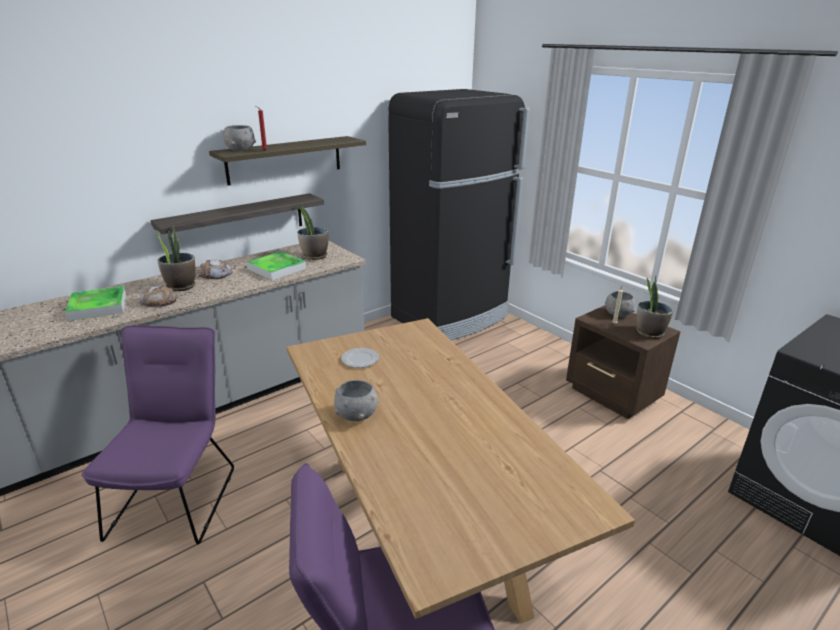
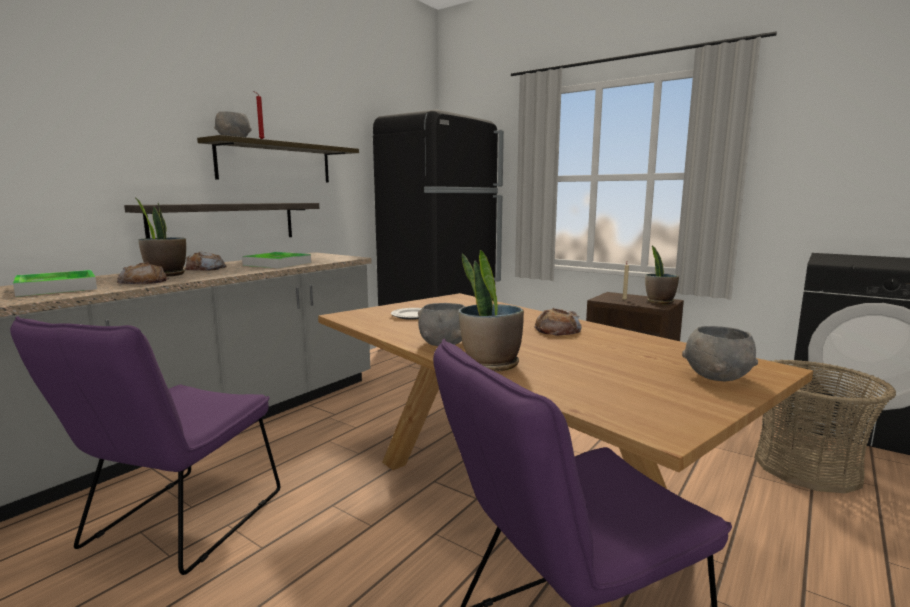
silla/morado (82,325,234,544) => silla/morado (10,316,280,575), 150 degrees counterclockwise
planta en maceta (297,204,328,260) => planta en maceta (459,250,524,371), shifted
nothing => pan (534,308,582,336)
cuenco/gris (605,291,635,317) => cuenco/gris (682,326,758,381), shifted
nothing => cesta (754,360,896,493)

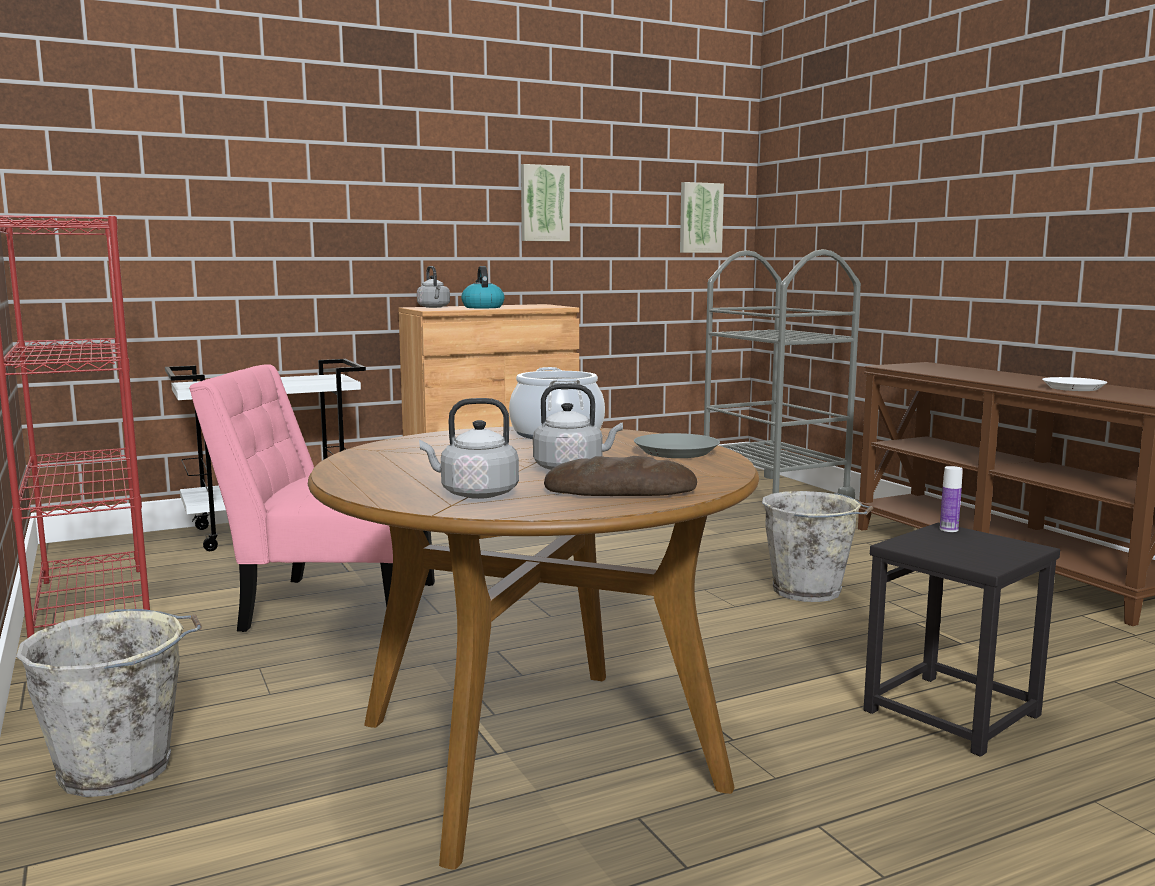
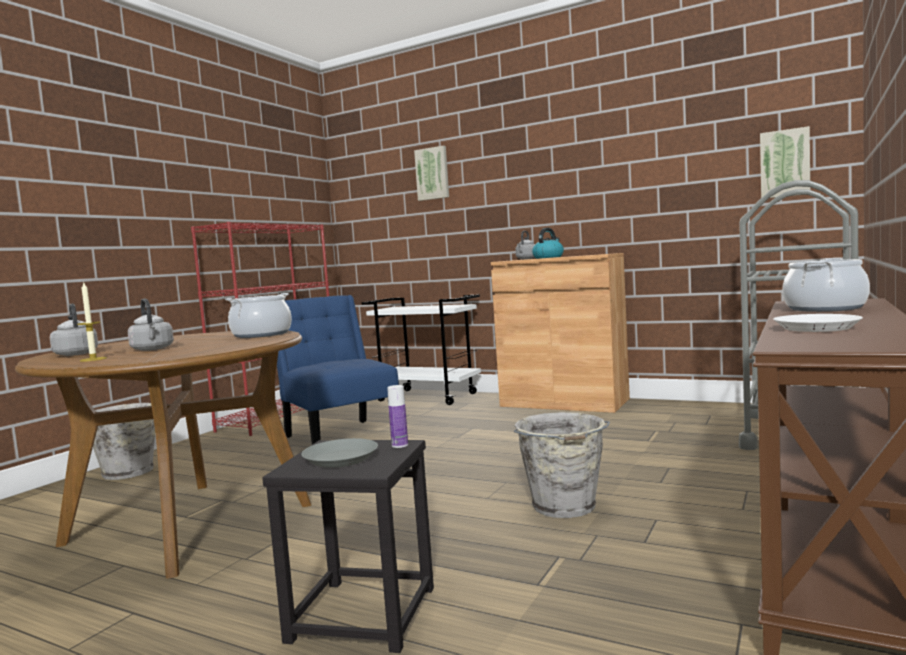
pan (544,456,697,496) => vela (77,283,107,362)
silla/rosa (189,364,435,632) => silla/azul (277,295,399,444)
plato/gris (634,433,720,458) => plato/gris (302,438,378,468), shifted
cuadro (521,164,570,241) => cuadro (414,145,449,201), shifted
nothing => olla (782,258,870,312)

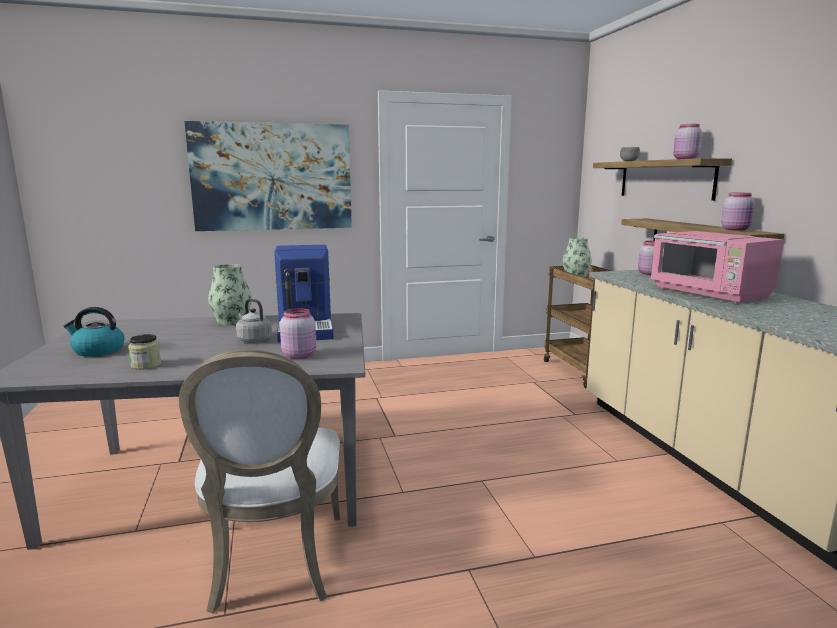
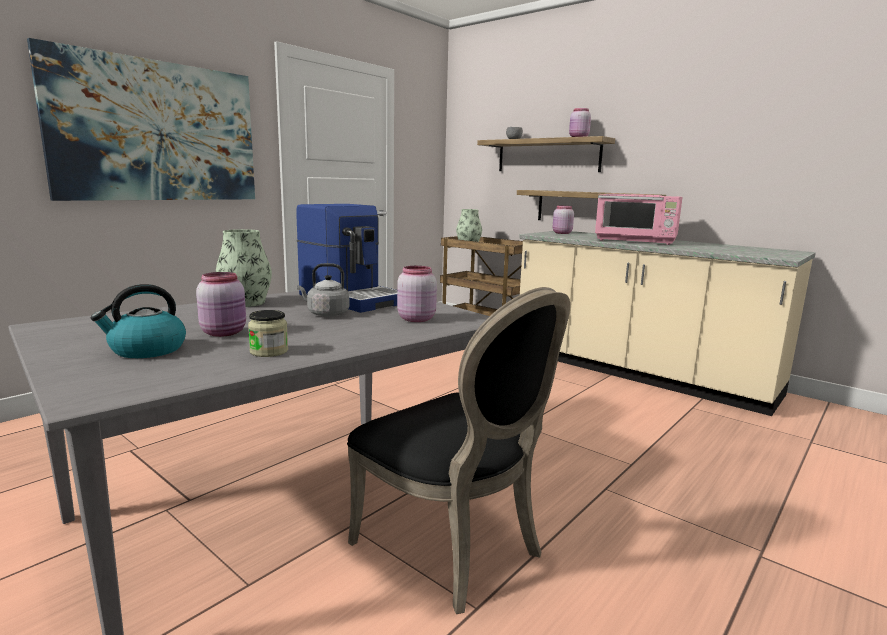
tarro/rosa (721,193,755,231) => tarro/rosa (196,272,246,337), shifted
silla/blanco (179,349,340,613) => silla/negro (347,287,570,614)

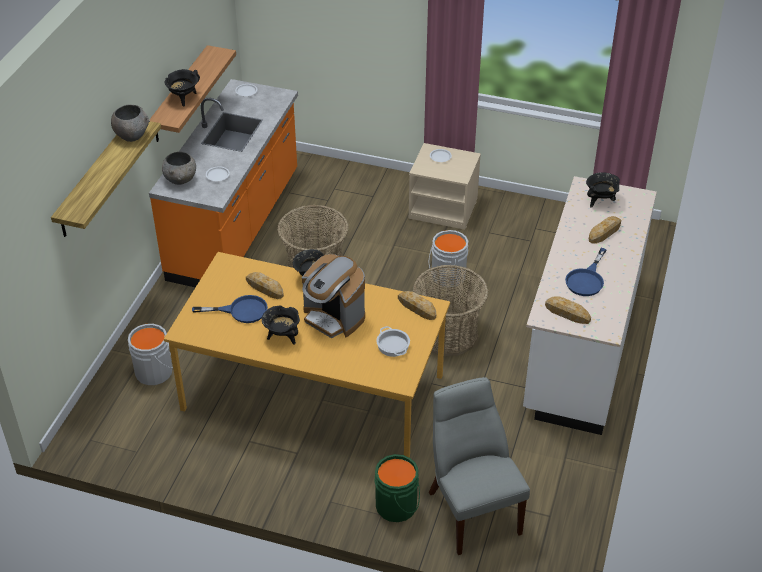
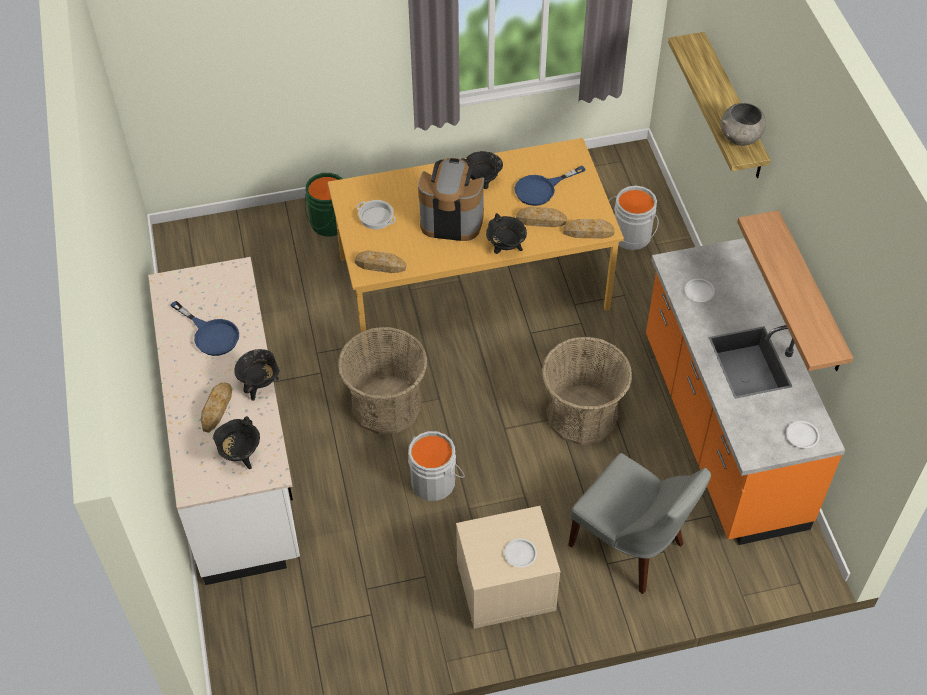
sartén/azul (565,248,607,296) => sartén/azul (171,301,239,356), 135 degrees clockwise
olla/negro (164,69,200,106) => olla/negro (234,349,280,401), shifted
pan (545,297,591,324) => pan (563,219,614,239), shifted
silla/gris (429,377,530,555) => silla/gris (568,453,711,594), shifted
cuenco/gris (162,152,196,185) => nothing

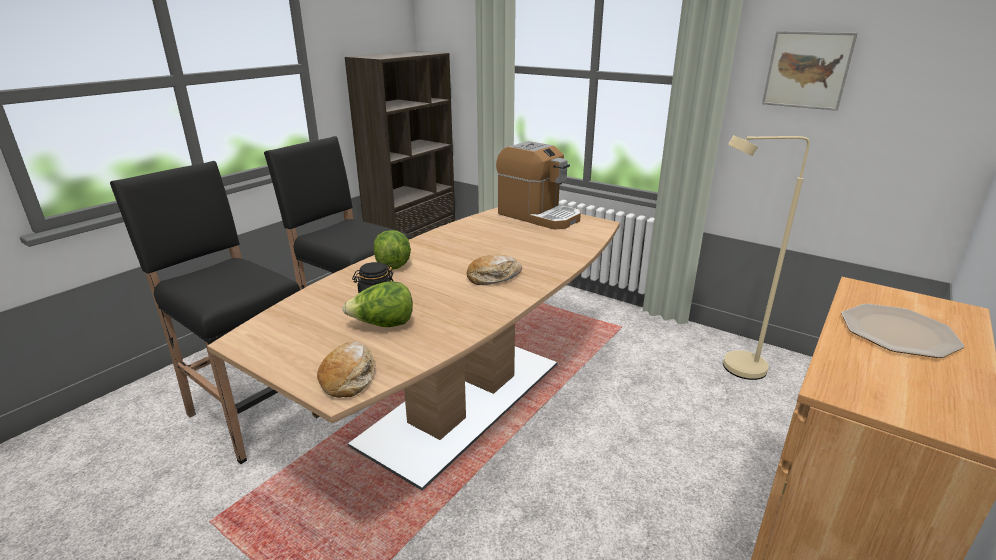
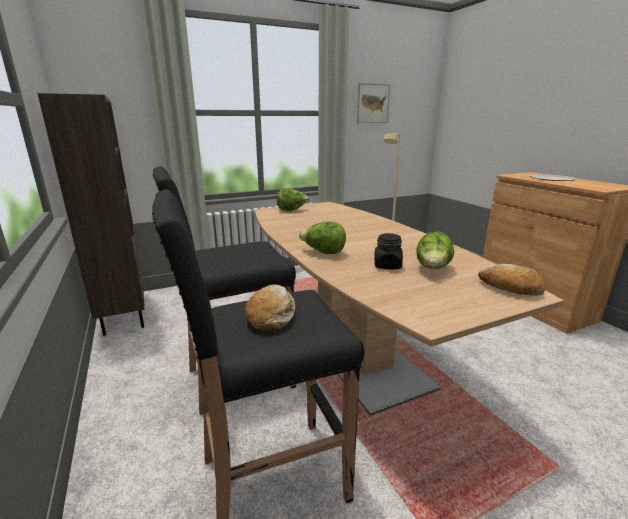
pan (467,254,522,285) => pan (245,284,295,331), shifted
cafetera (496,141,581,230) => lechuga (277,188,309,211)

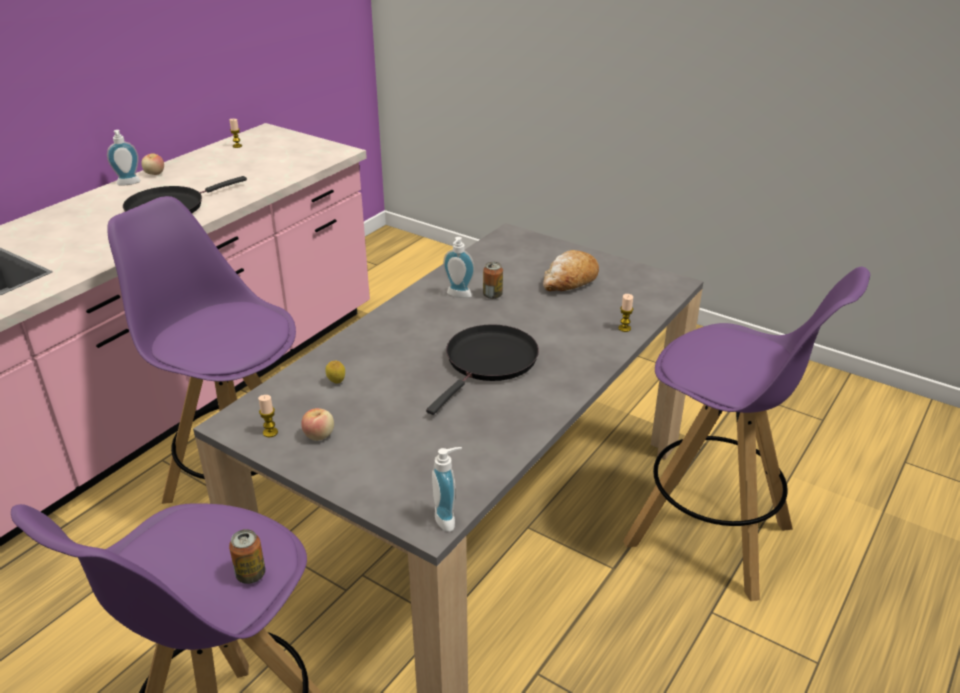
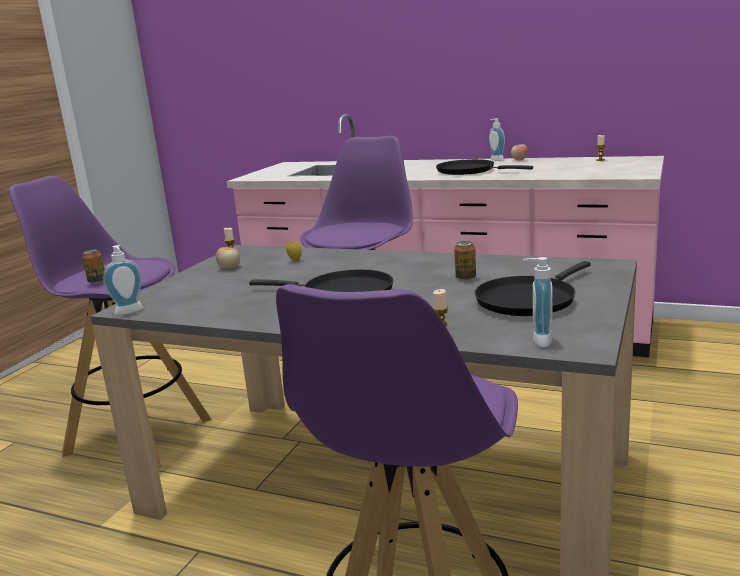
pan (543,250,599,291) => sartén/negro (475,261,591,316)
dispensador de jabón (443,237,475,298) => dispensador de jabón (523,257,553,347), shifted

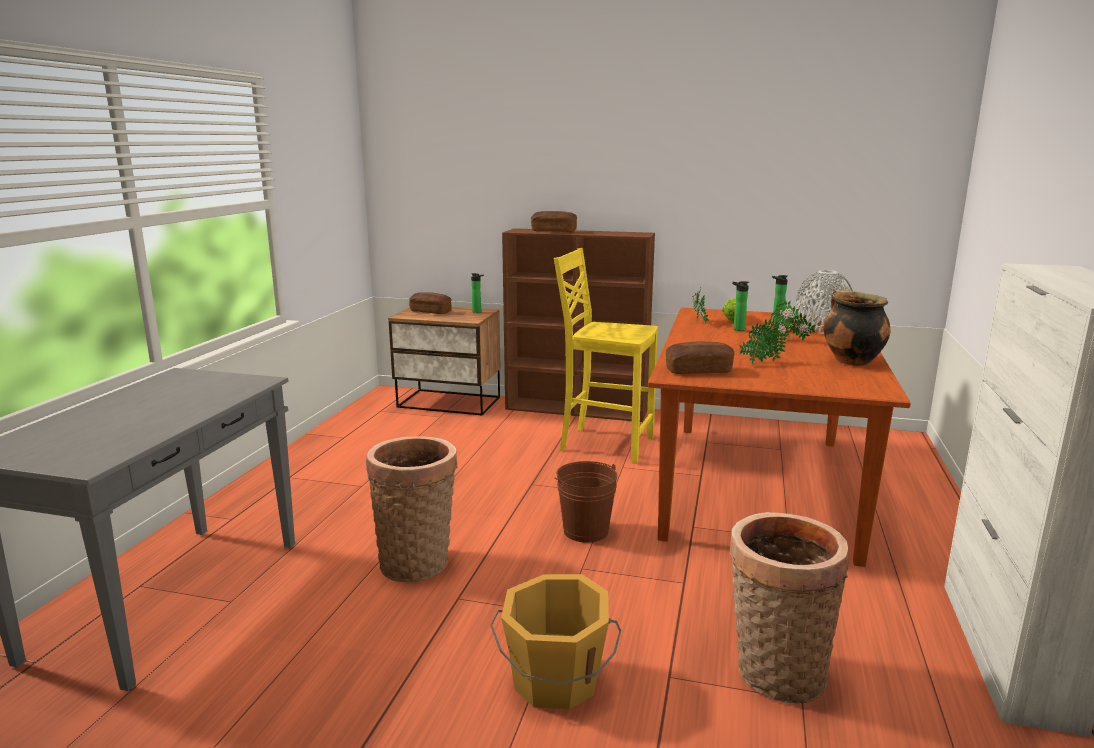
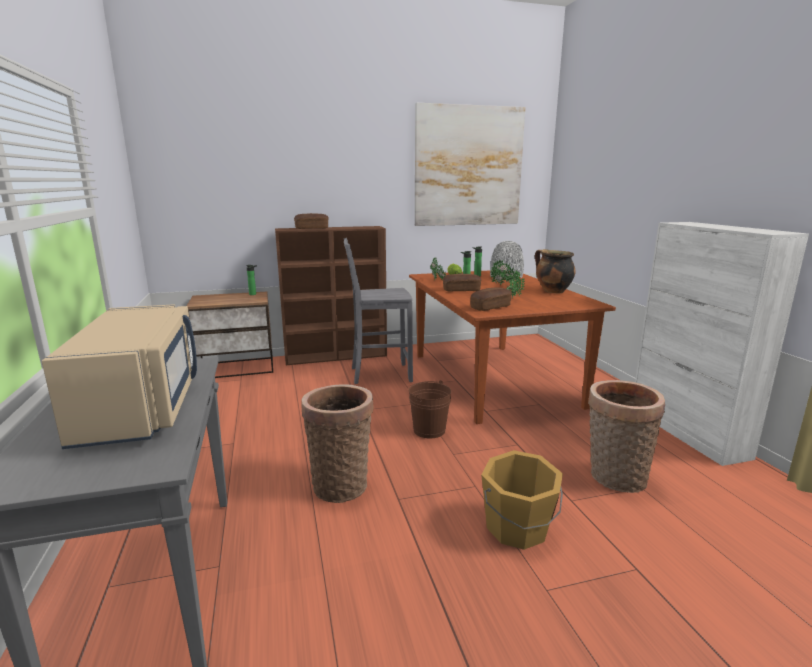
nothing => microondas/beis (42,304,197,449)
silla/amarillo (554,248,658,464) => silla/gris (344,238,413,384)
nothing => cuadro (415,103,526,226)
pan (409,292,451,314) => pan (443,274,481,292), shifted

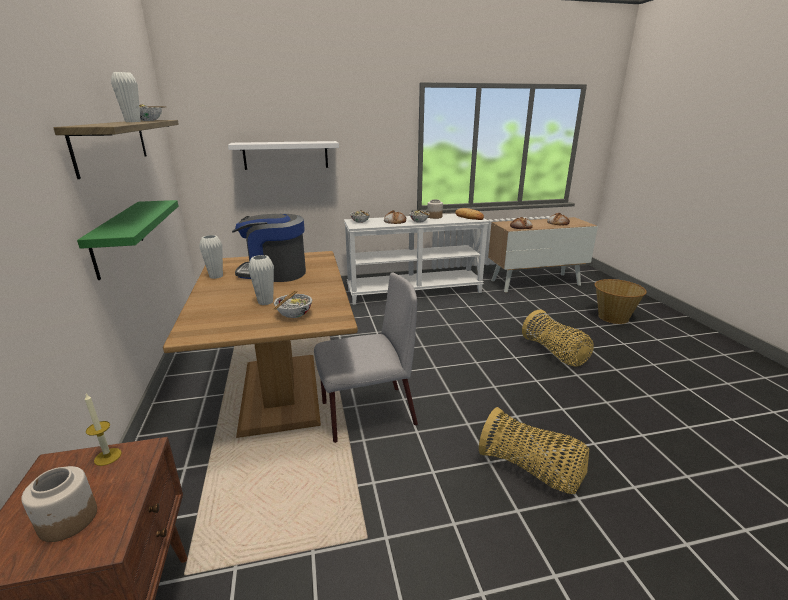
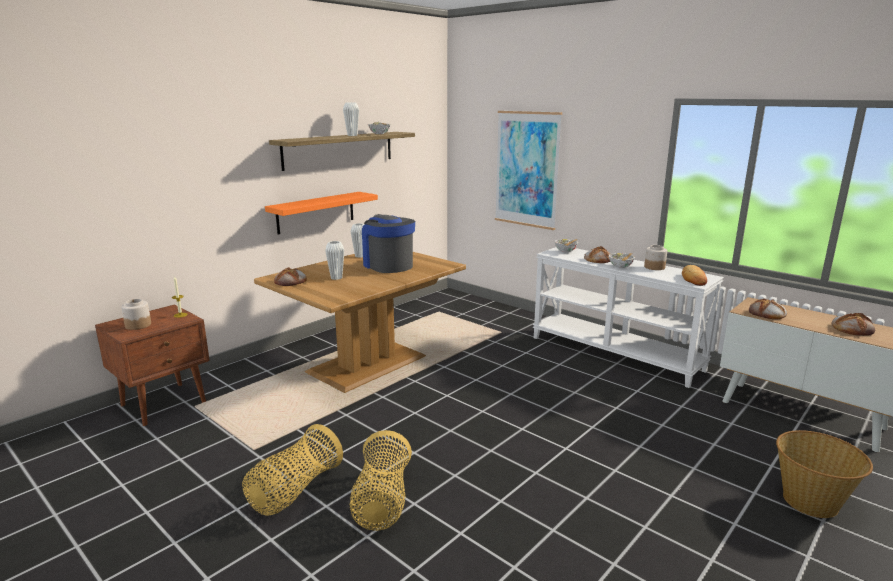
cesta (522,310,594,367) => cesta (242,424,343,516), shifted
estante/verde (77,200,178,280) => estante/naranja (265,192,378,234)
nothing => pan (274,267,307,286)
estante/blanco (228,141,339,170) => cuadro (495,111,562,230)
cuenco (273,290,312,318) => nothing
silla/gris (314,272,418,443) => nothing

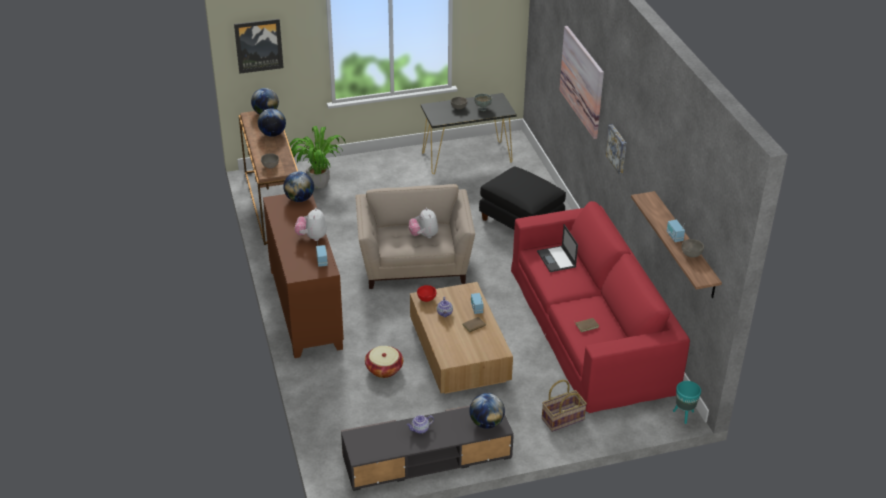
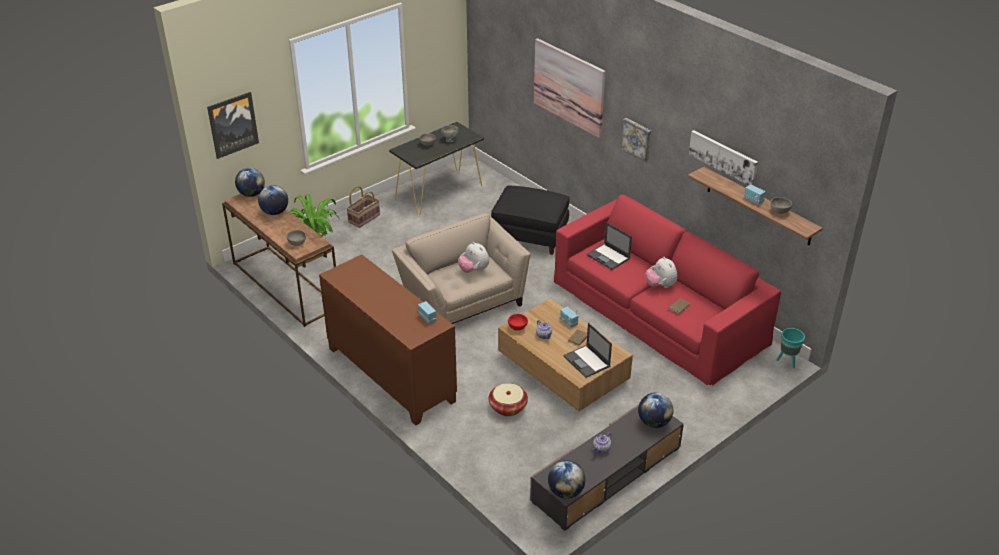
cesta (542,380,587,432) => cesta (346,186,380,228), shifted
globo terráqueo (283,171,314,202) => globo terráqueo (548,460,585,499), shifted
nothing => portátil (563,323,612,378)
peluche (295,208,327,241) => peluche (645,257,677,288), shifted
nothing => cuadro (689,130,758,185)

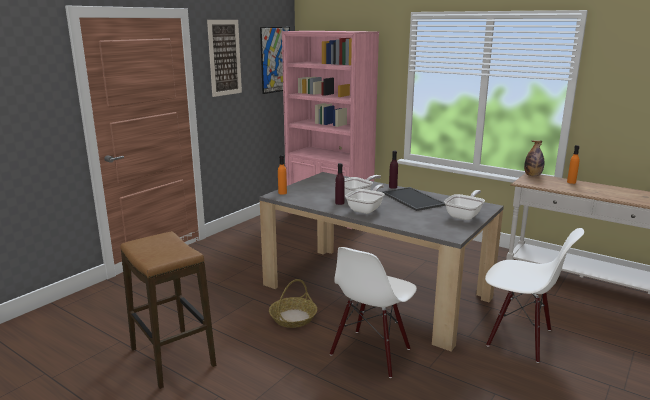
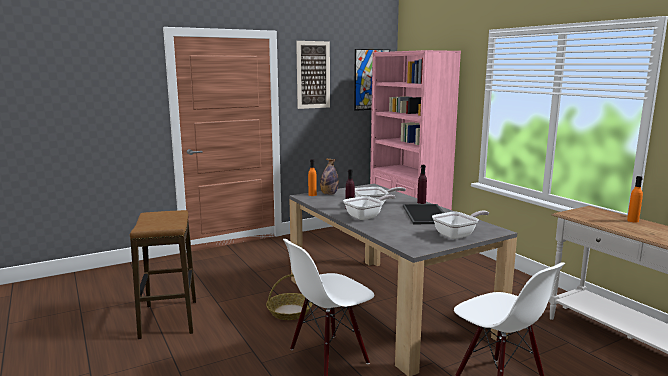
botella (524,140,544,176) => botella (320,159,339,195), shifted

